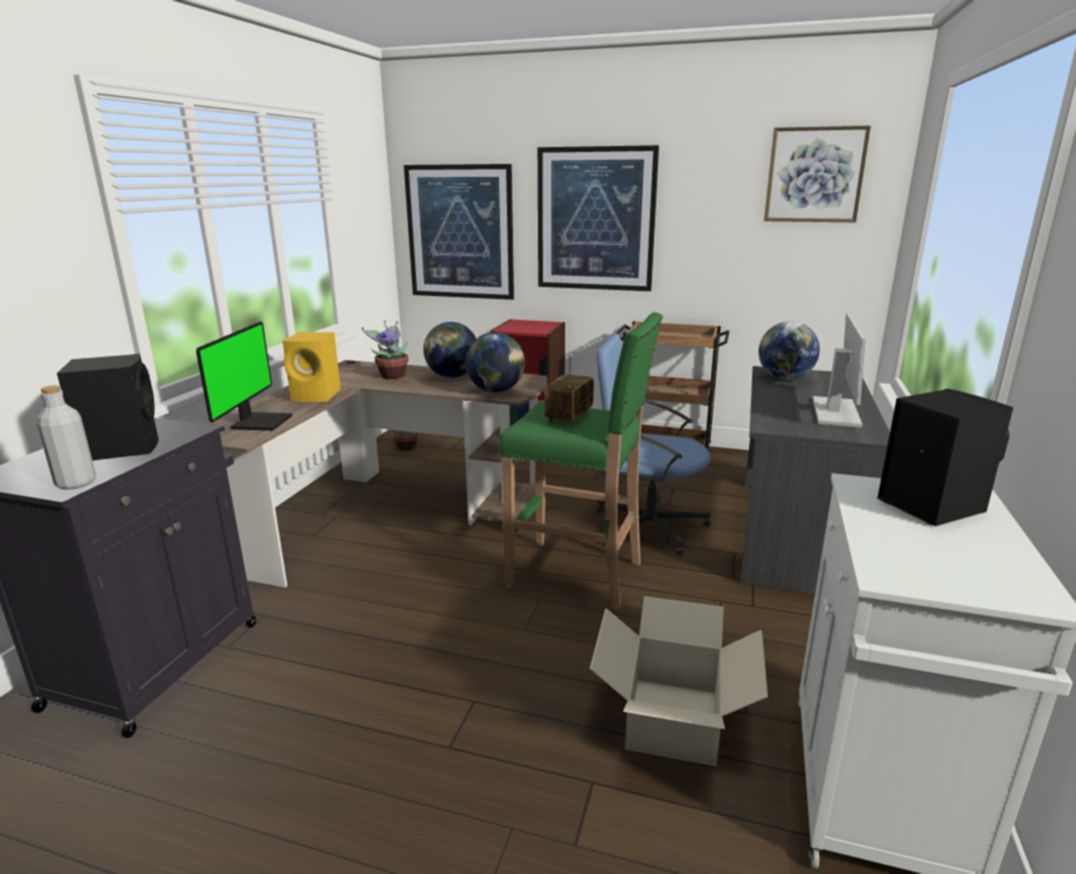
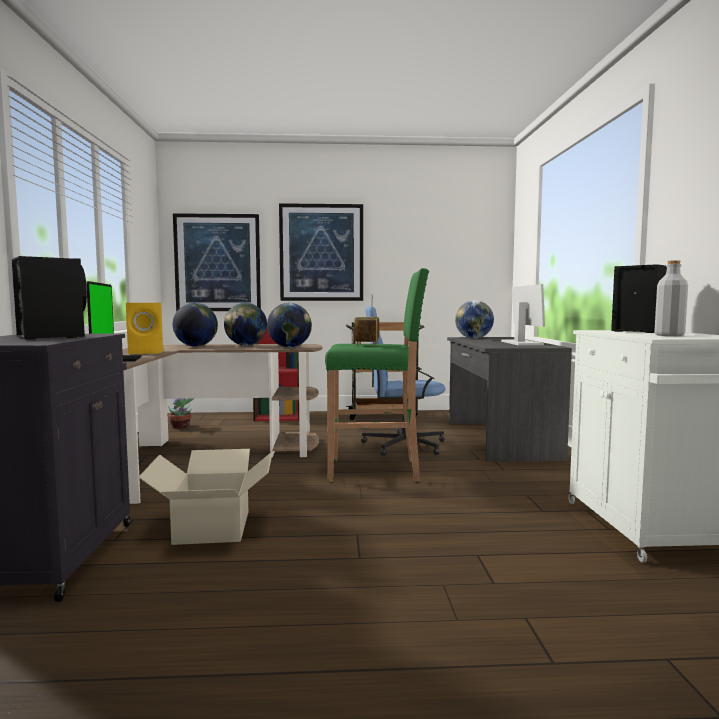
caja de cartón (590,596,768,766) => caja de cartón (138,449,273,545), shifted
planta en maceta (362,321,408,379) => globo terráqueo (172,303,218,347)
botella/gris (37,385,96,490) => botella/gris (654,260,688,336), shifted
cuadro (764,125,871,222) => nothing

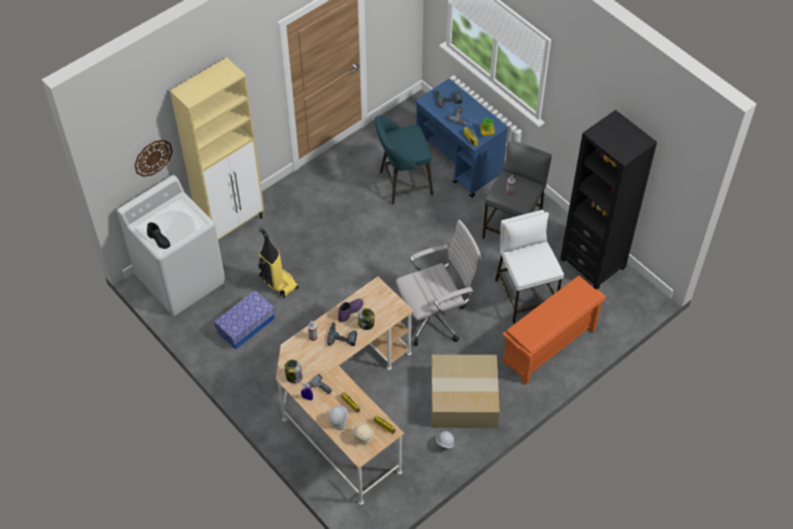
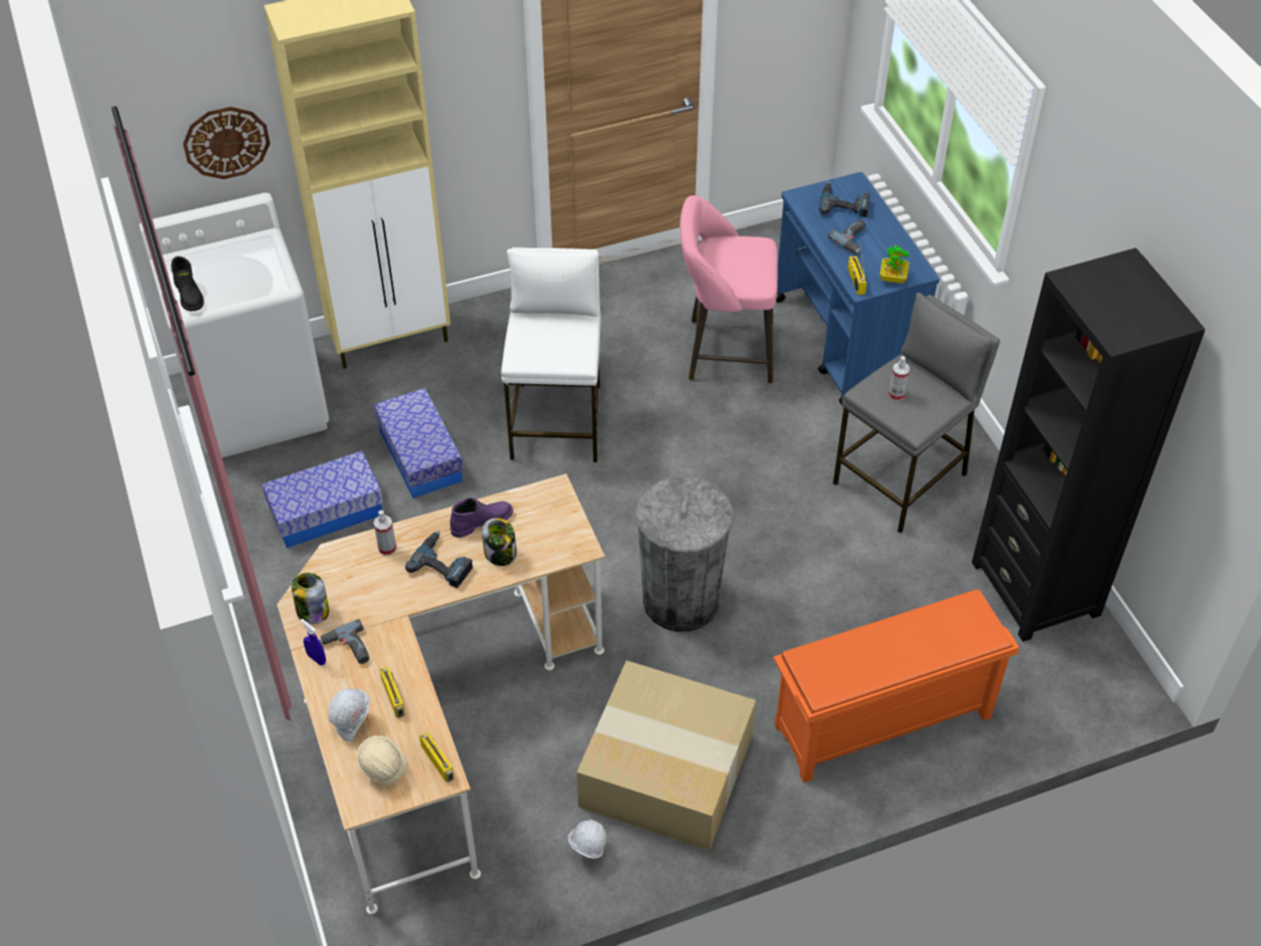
aspiradora (259,228,299,298) => caja de almacenaje (374,388,463,498)
taburete/blanco (495,210,564,324) => taburete/blanco (501,247,601,463), shifted
silla de oficina/blanco (396,220,481,346) => papelera/gris (636,476,733,632)
taburete/turquesa (375,116,433,205) => taburete/rosa (680,195,778,384)

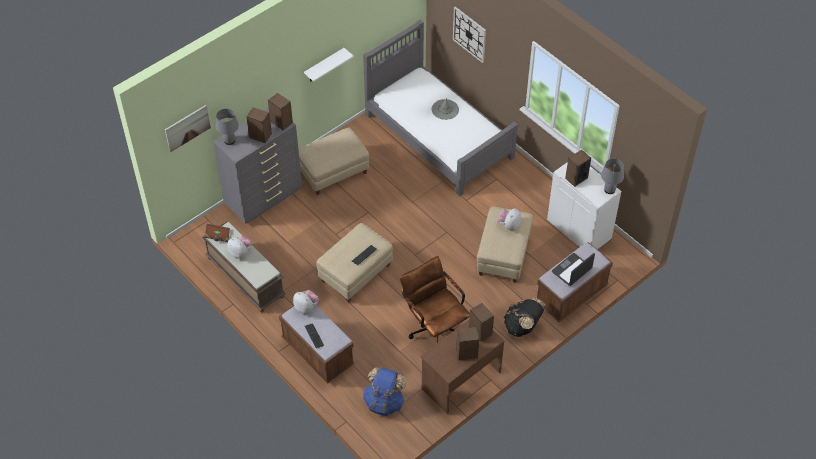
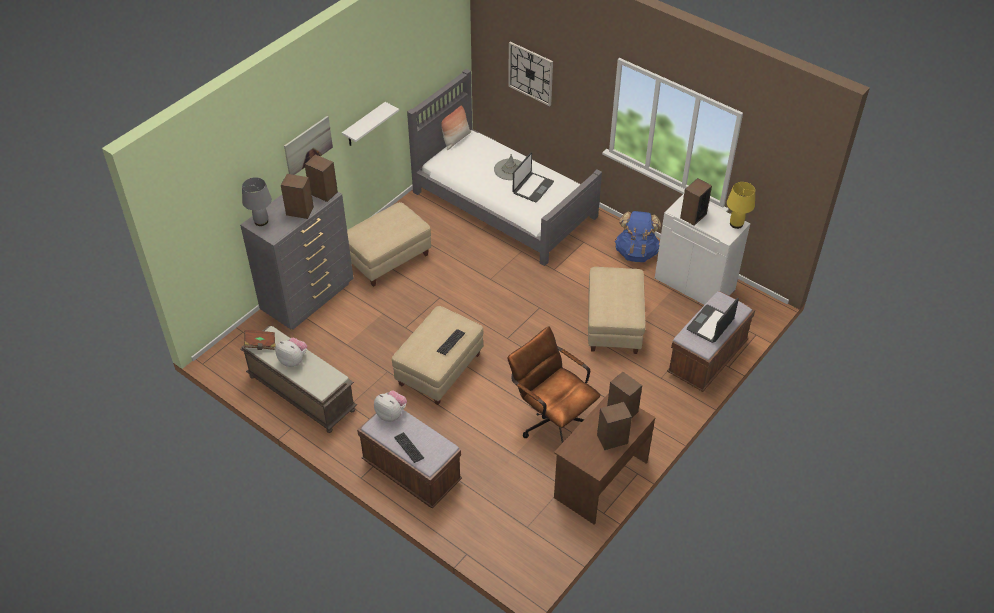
cuadro (165,105,211,152) => cuadro (284,116,333,175), shifted
nothing => cojín (442,105,471,151)
nothing => portátil (513,152,554,202)
mochila/azul (363,367,406,416) => mochila/azul (615,211,661,262), shifted
lámpara de mesa/gris (601,159,624,194) => lámpara de mesa/amarillo (727,182,755,229)
peluche (497,209,521,230) => nothing
mochila/negro (504,298,546,337) => nothing

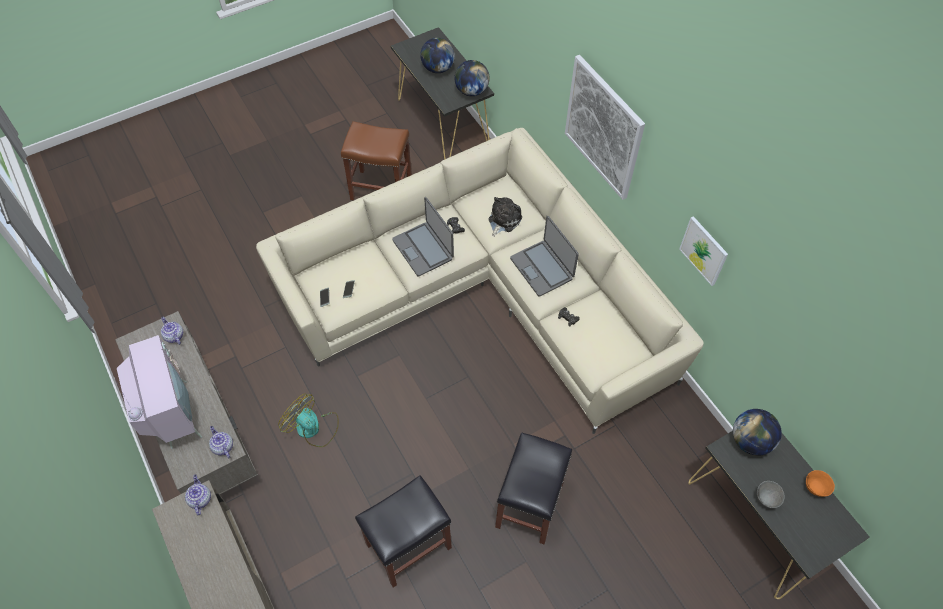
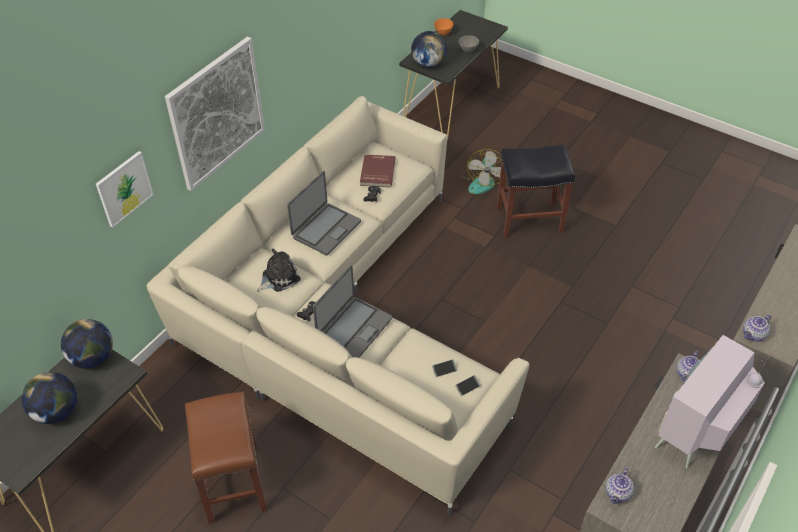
cuadro (679,216,728,286) => cuadro (96,151,154,228), shifted
peluche (488,197,522,237) => peluche (257,249,301,292), 135 degrees clockwise
nothing => libro/rojo (360,154,396,188)
ventilador (278,394,339,447) => ventilador (460,149,502,194), shifted
taburete/negro (355,475,452,588) => nothing

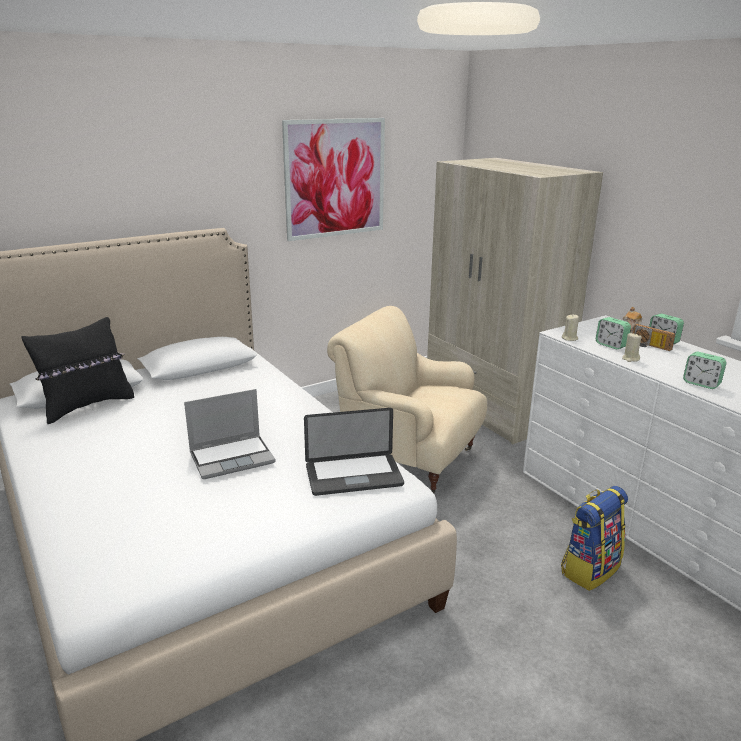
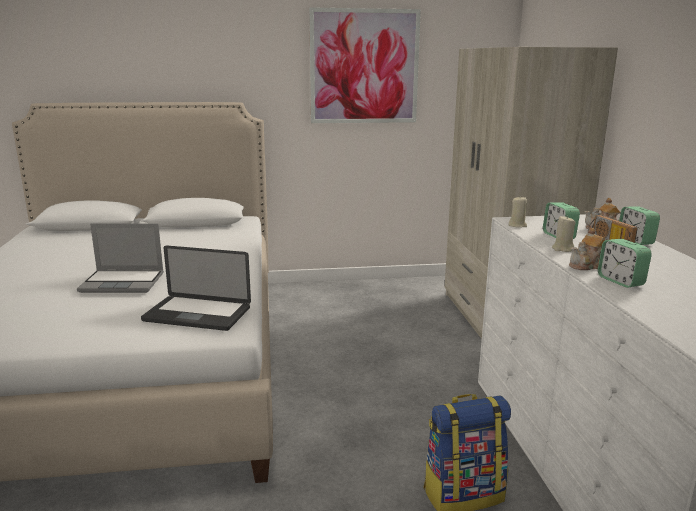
nothing => tetera (569,228,605,270)
cojín/negro (22,317,134,424) => nothing
sillón/beis (327,306,487,493) => nothing

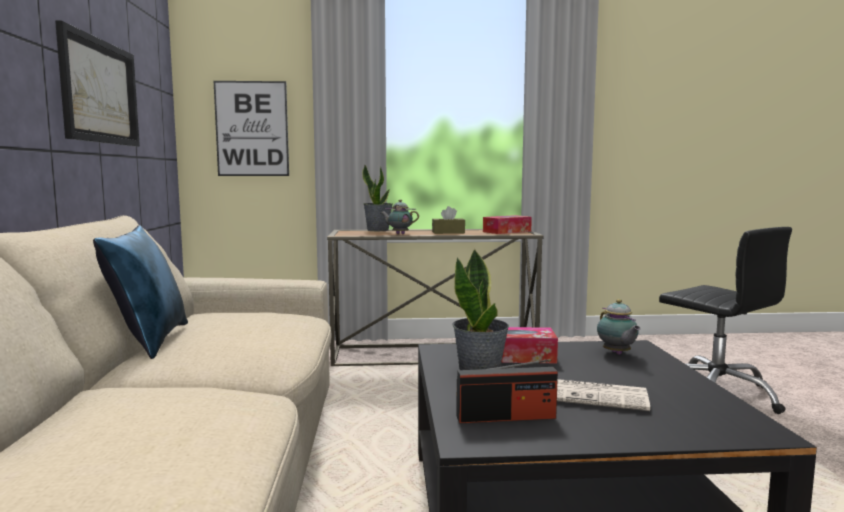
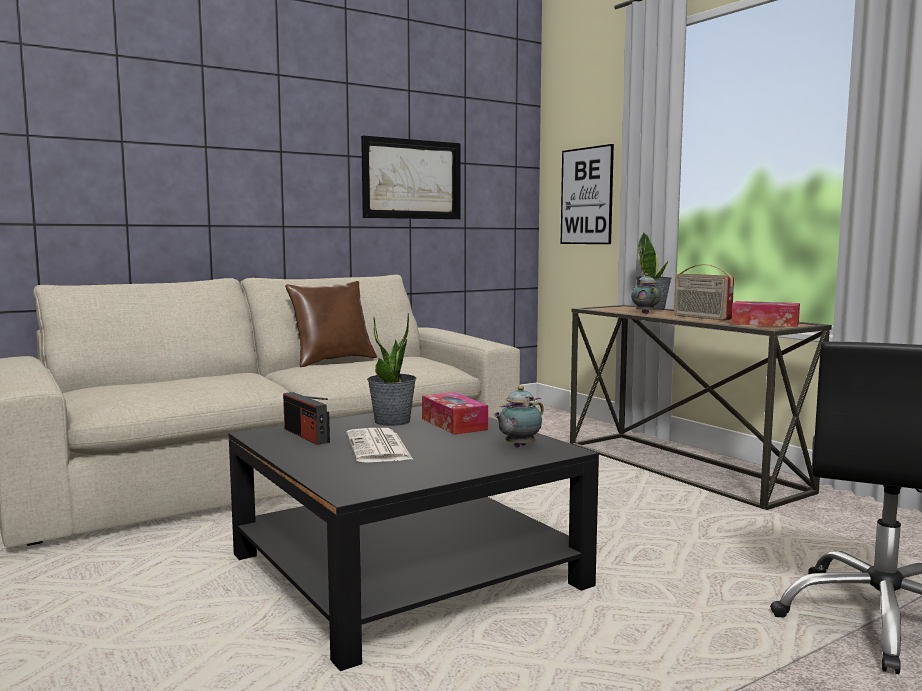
cojín/azul (93,225,188,359) => cojín/marrón (285,280,377,367)
caja de pañuelos/marrón (432,206,465,234) => radio (674,264,734,320)

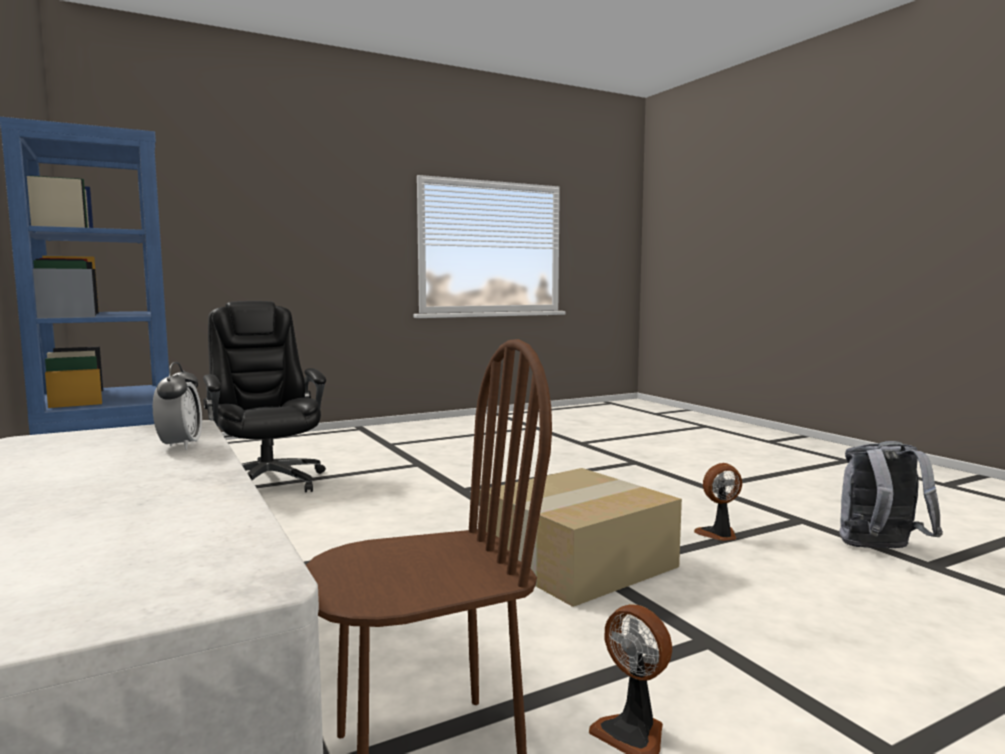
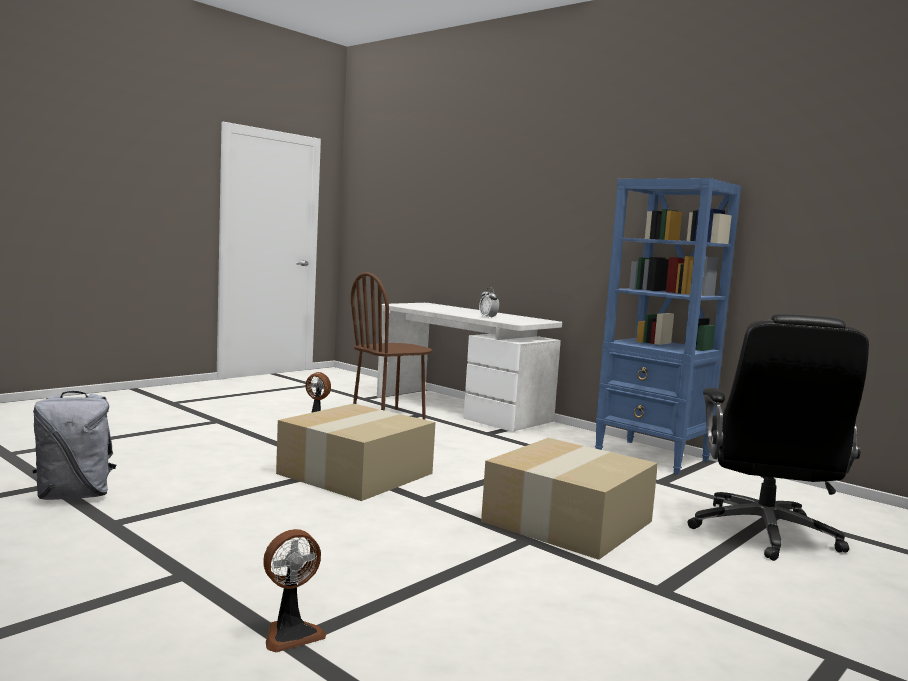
ventilador (694,463,742,541) => ventilador (264,529,326,652), shifted
nothing => caja de cartón (481,438,658,560)
silla de oficina/negro (203,301,326,492) => silla de oficina/negro (687,314,869,561), 60 degrees clockwise

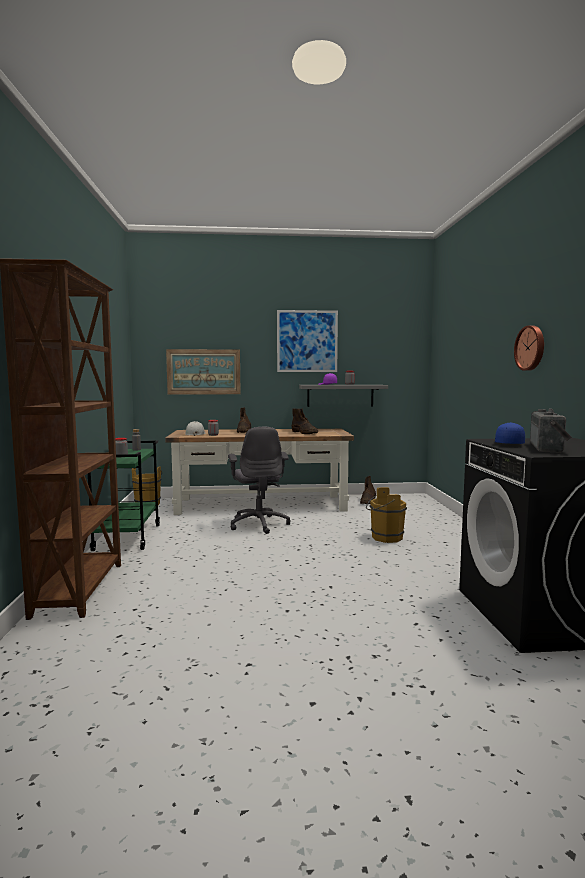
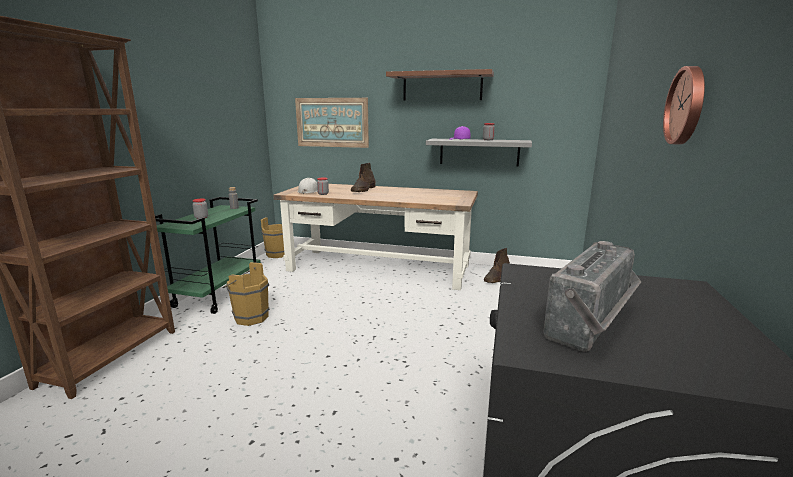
cubo/marrón (366,487,407,543) => cubo/marrón (222,262,269,326), shifted
cuadro (277,310,338,372) => estante/marrón (386,69,494,101)
silla de oficina/gris (228,427,290,534) => nothing
bota/marrón (292,408,318,434) => nothing
gorra/azul (494,422,525,444) => nothing

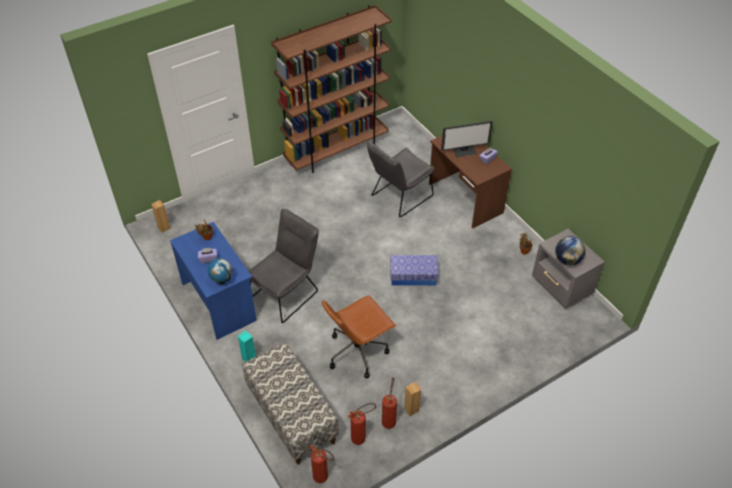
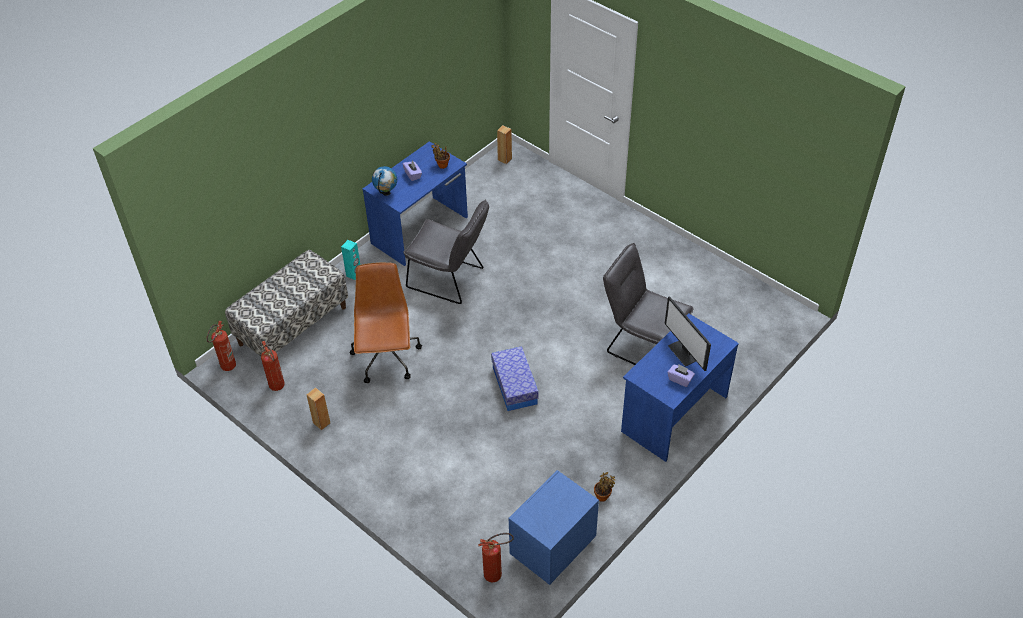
silla de oficina/marrón (322,295,396,378) => silla de oficina/marrón (350,262,422,383), 45 degrees clockwise
extintor (382,377,397,429) => extintor (478,533,514,582), shifted
mesita de noche/gris (532,229,605,309) => mesita de noche/azul (509,470,599,585)
escritorio/marrón (429,135,512,229) => escritorio/azul (621,314,739,462)
estantería/marrón (271,5,392,173) => nothing
globo terráqueo (555,236,585,265) => nothing

